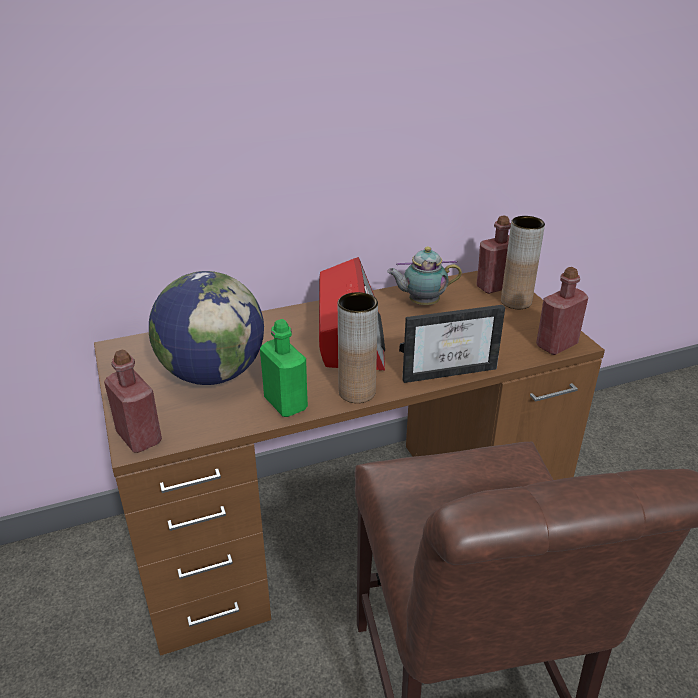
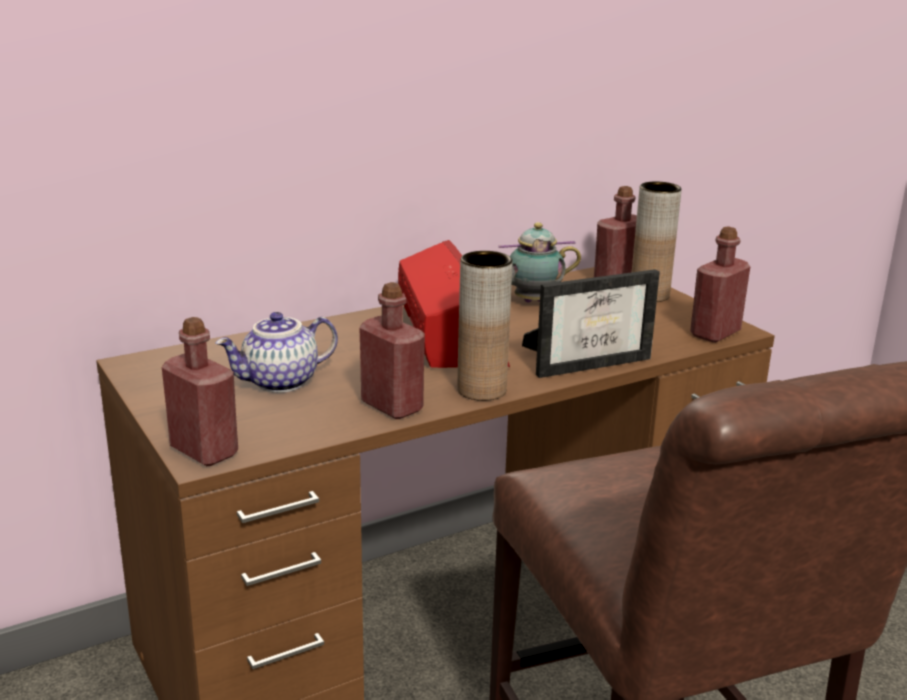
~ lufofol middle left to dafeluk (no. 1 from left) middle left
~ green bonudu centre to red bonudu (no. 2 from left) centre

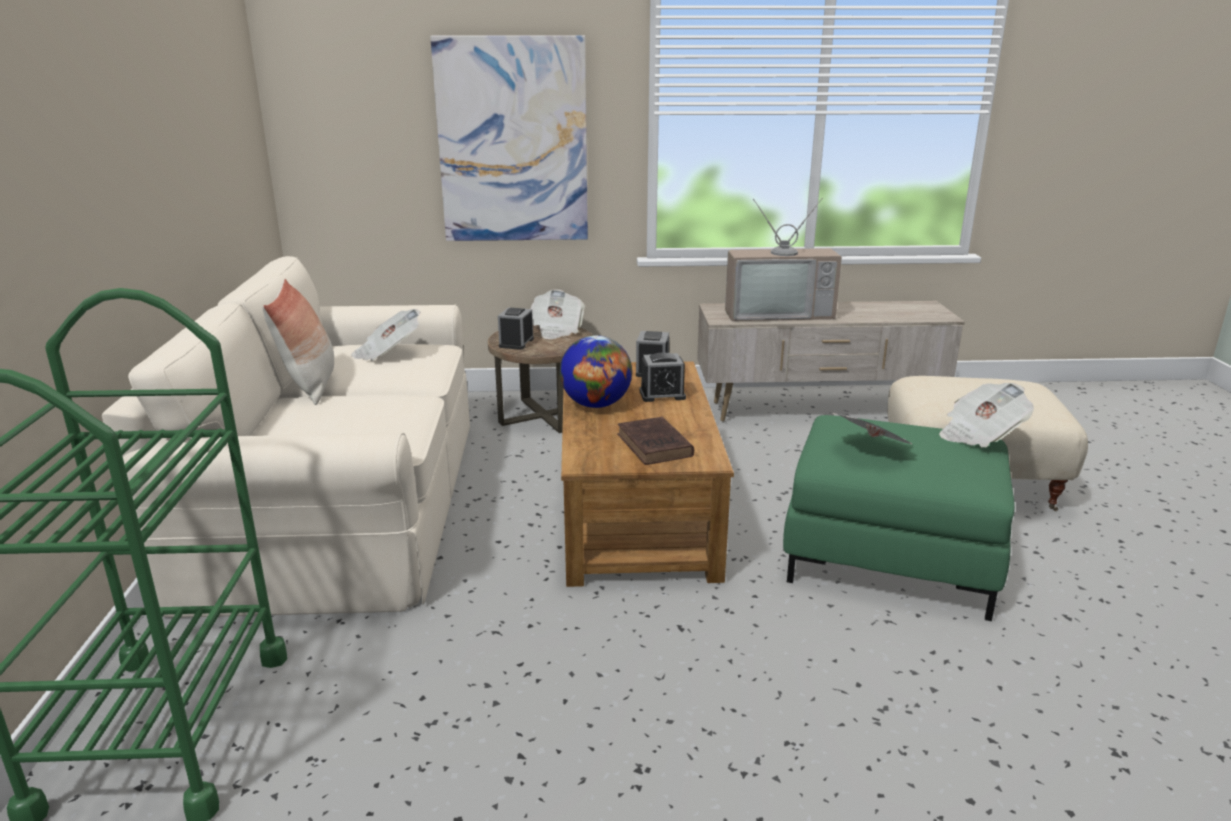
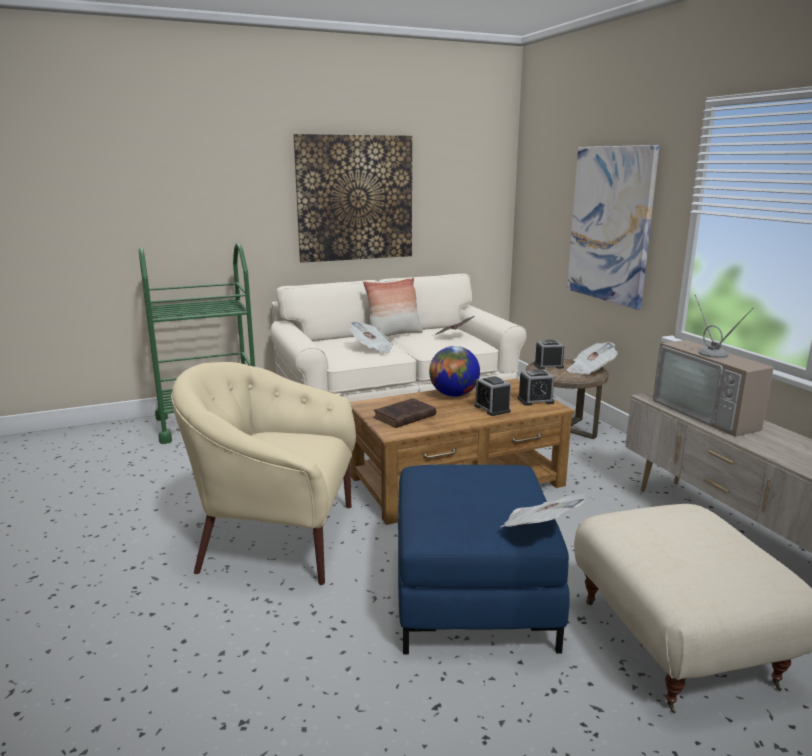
+ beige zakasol middle left
+ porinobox (no. 1 from left) top centre
~ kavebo (no. 3 from left in the first image) middle right to kavebo (no. 1 from left) centre
~ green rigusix middle right to blue rigusix bottom centre

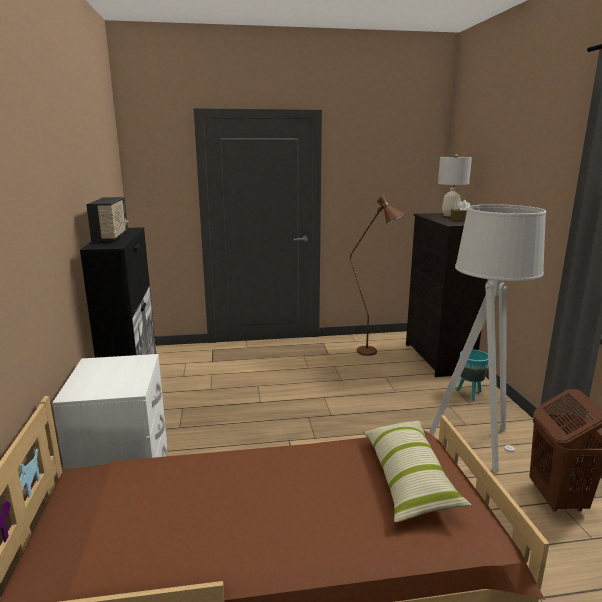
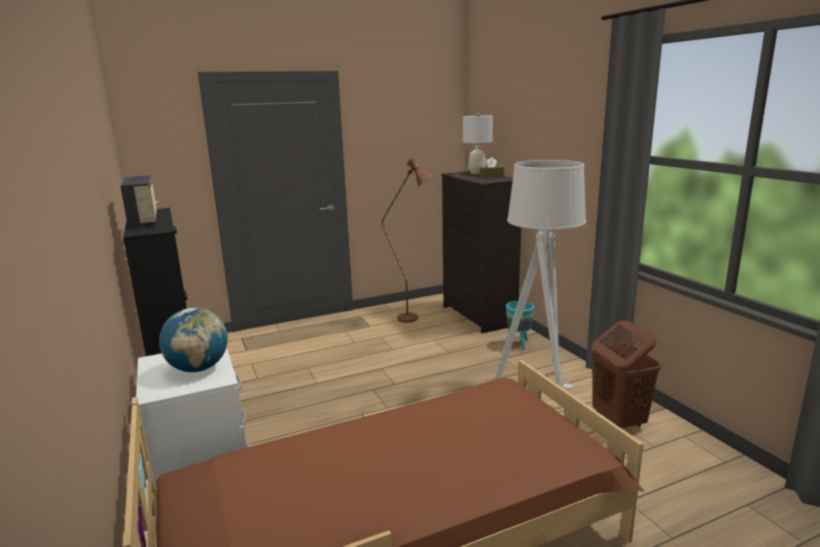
+ lufofol middle left
- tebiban bottom right

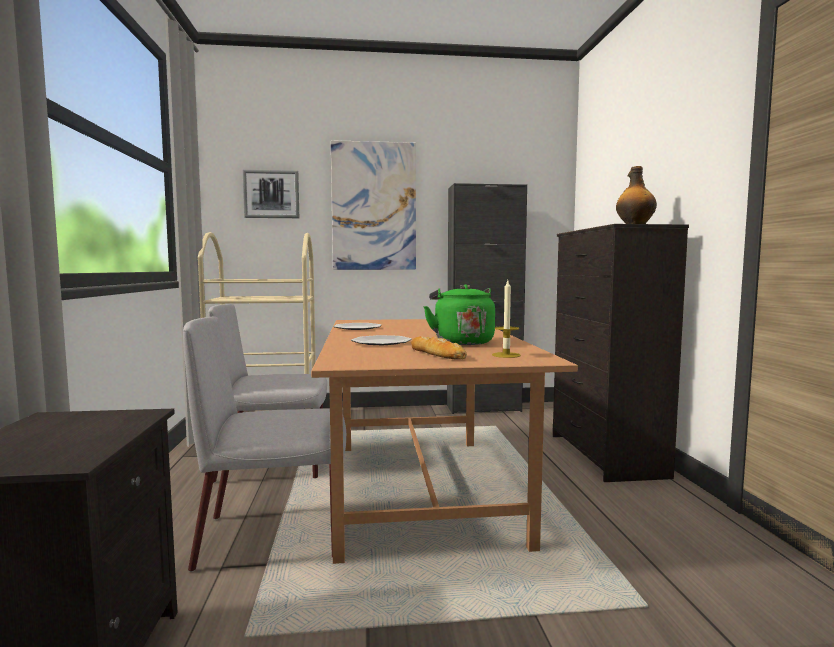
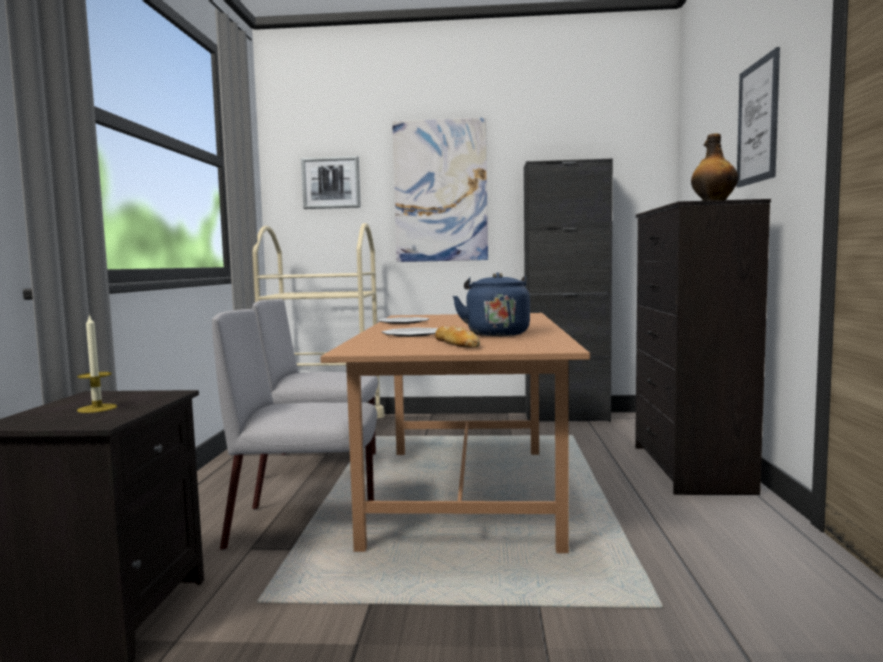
~ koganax centre to middle left
~ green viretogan centre to blue viretogan centre
+ porinobox (no. 3 from left) top right

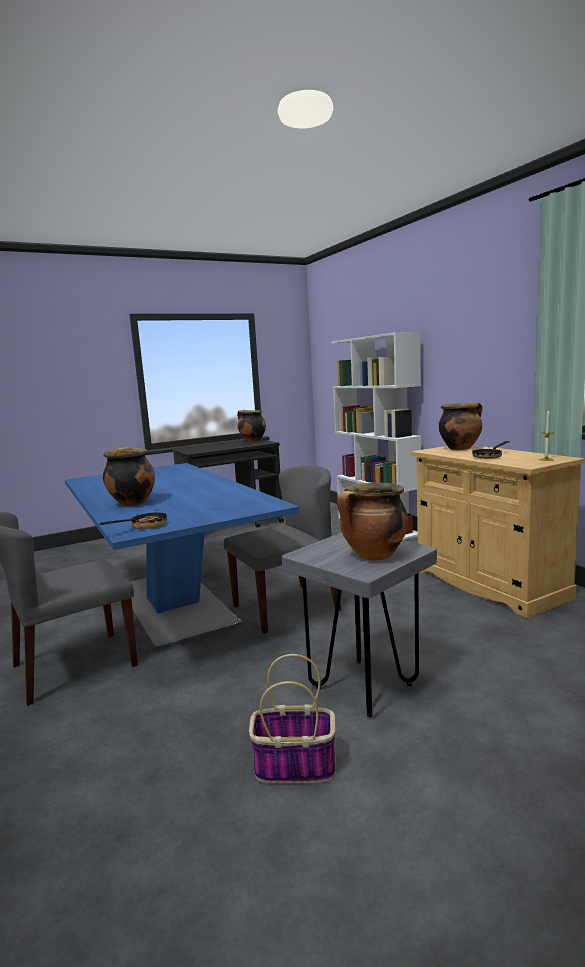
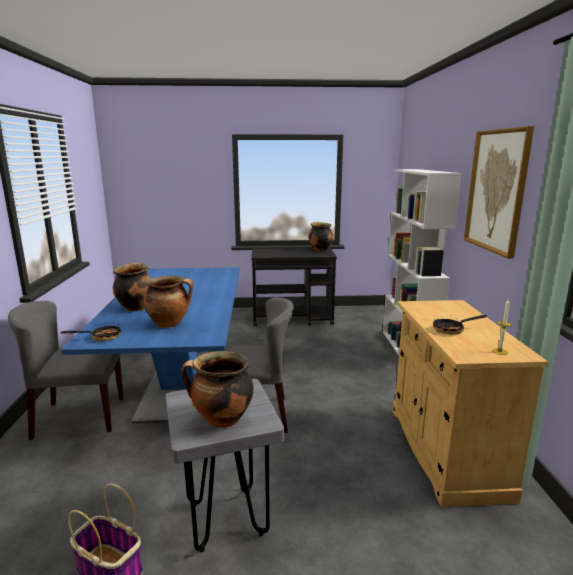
~ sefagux (no. 4 from left in the first image) middle right to sefagux (no. 2 from left) middle left
+ porinobox middle right

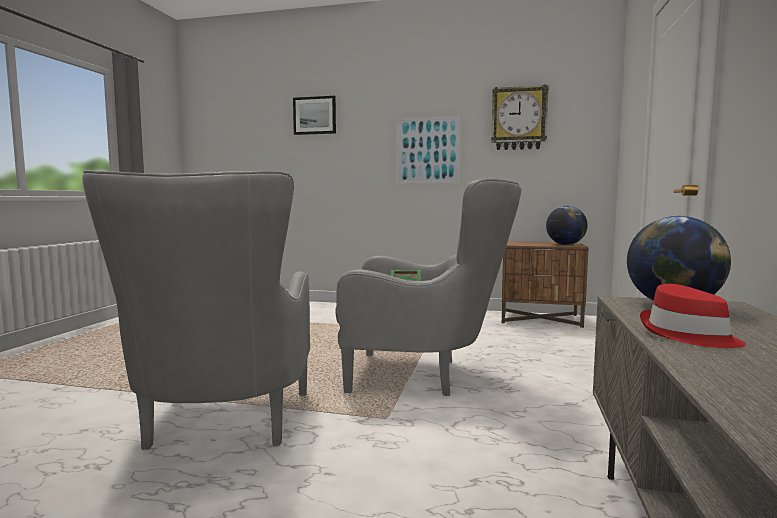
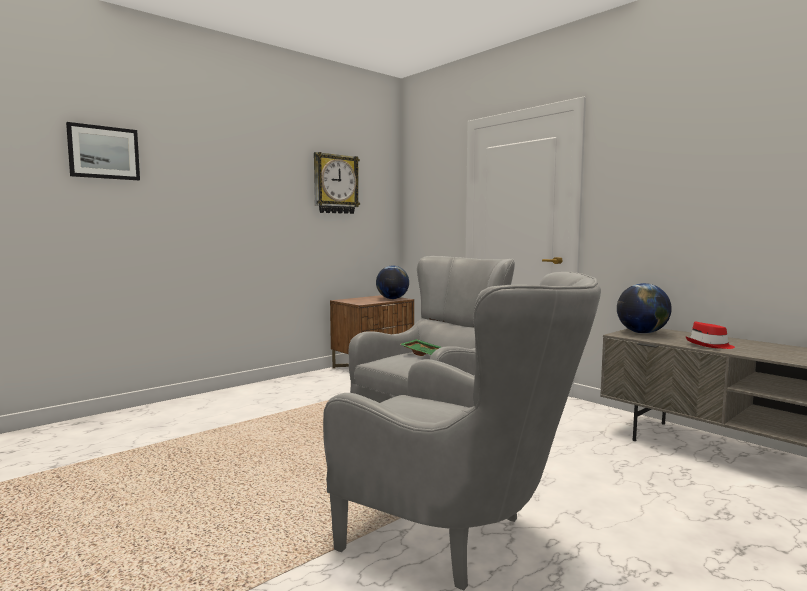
- porinobox (no. 2 from left) top centre

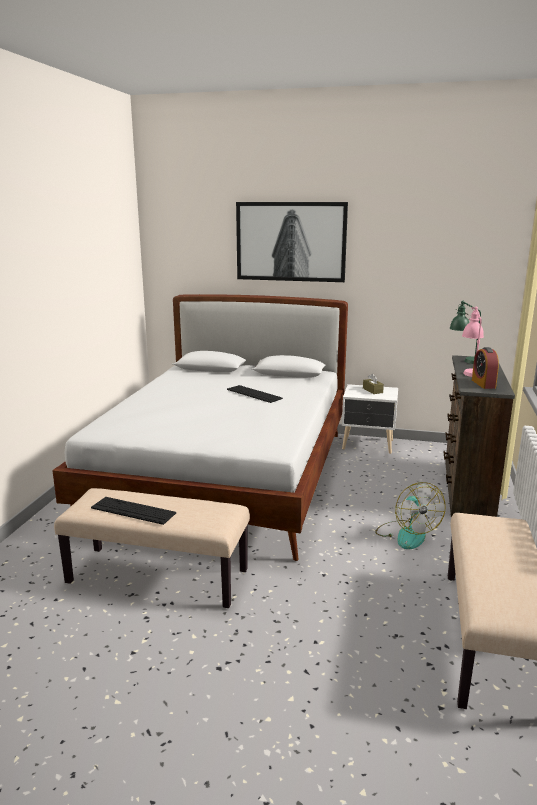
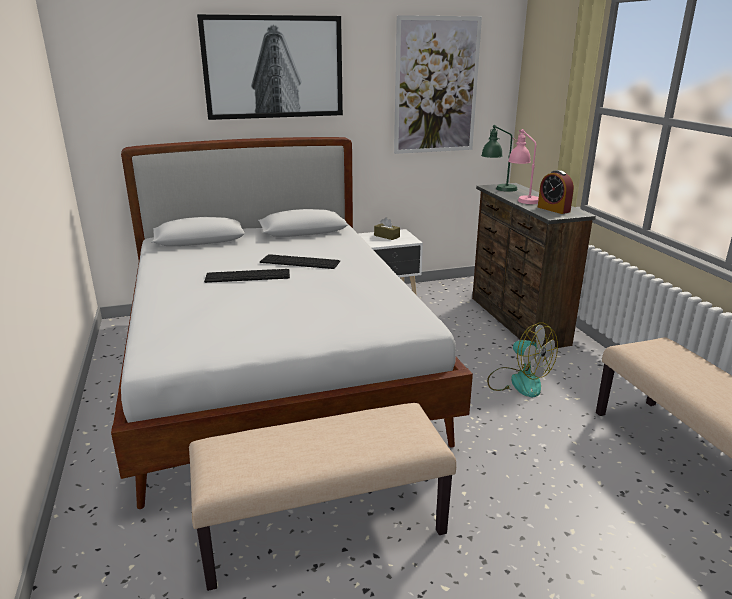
~ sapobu (no. 1 from left) middle left to centre
+ porinobox (no. 2 from left) top centre

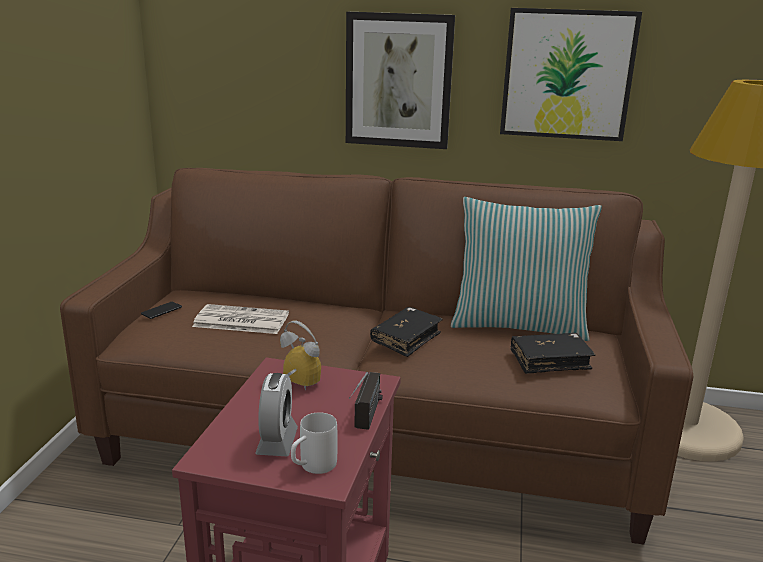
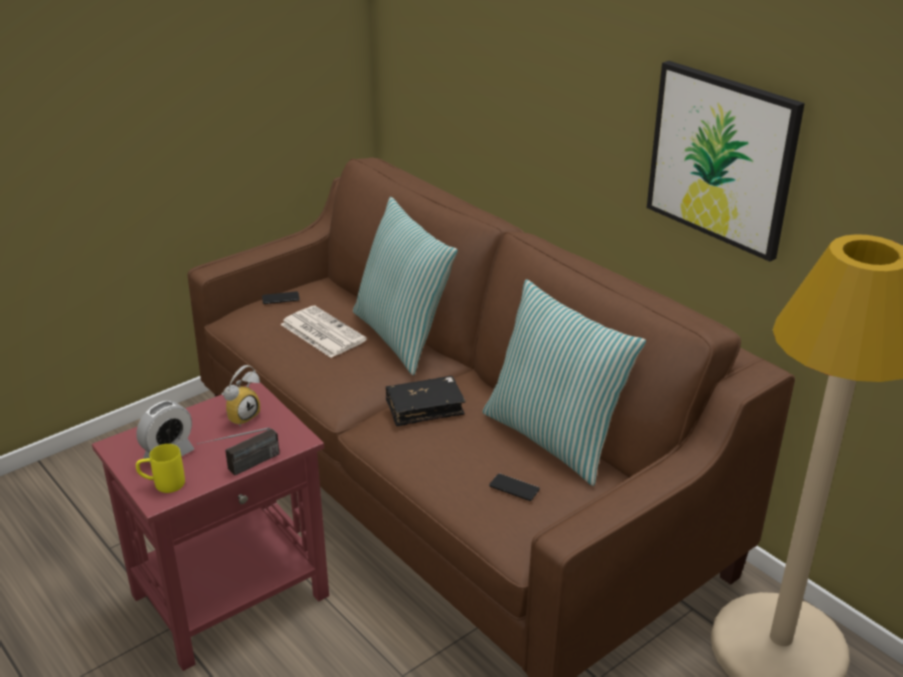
~ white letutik bottom centre to yellow letutik bottom left
~ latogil (no. 2 from left) centre = middle left 60 degrees clockwise
+ tebiban (no. 1 from left) centre
~ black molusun (no. 2 from left) middle right to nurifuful (no. 2 from left) bottom centre
- porinobox (no. 1 from left) top centre

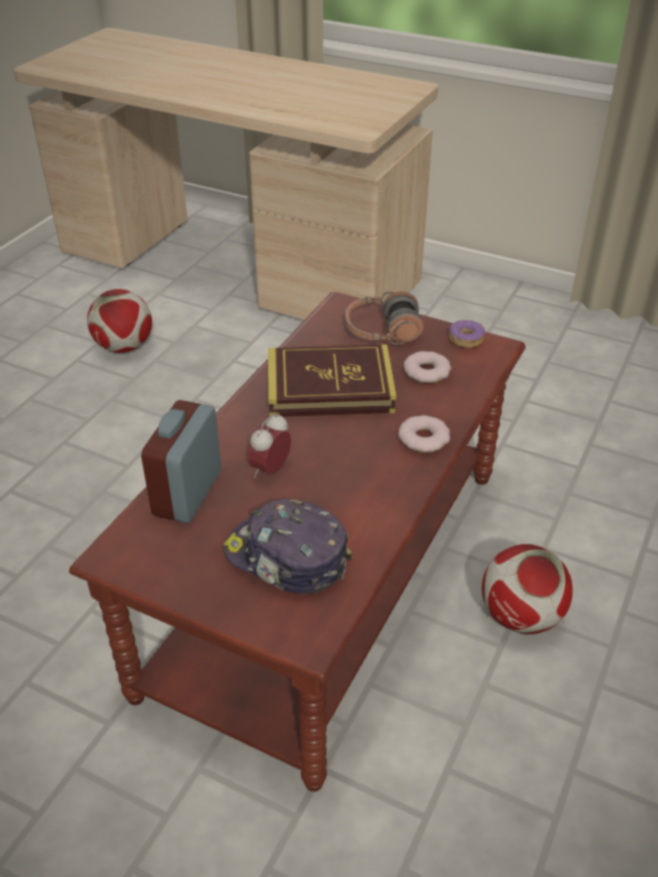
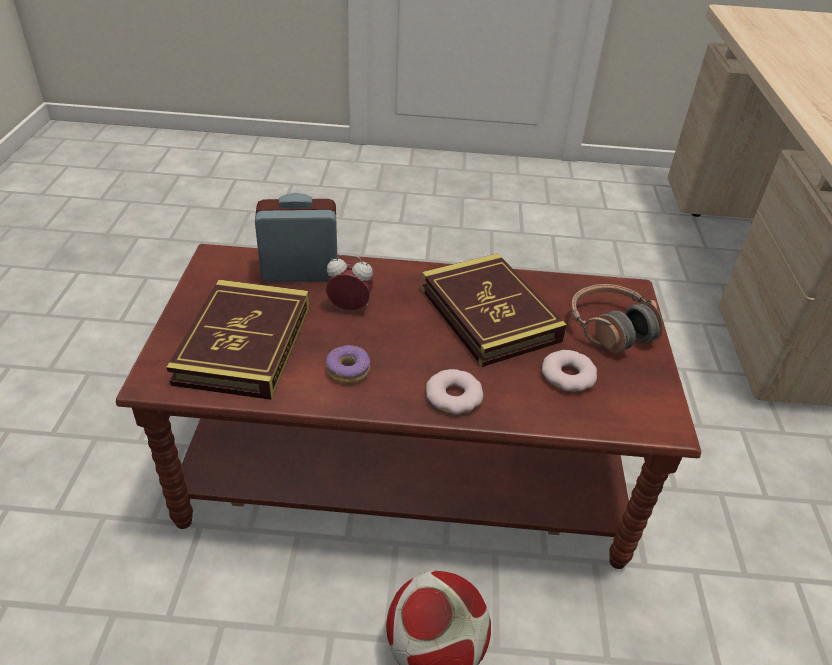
~ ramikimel centre to molusun (no. 1 from left) middle left
~ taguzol (no. 3 from left in the first image) middle right to taguzol (no. 1 from left) centre
- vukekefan (no. 1 from left) middle left

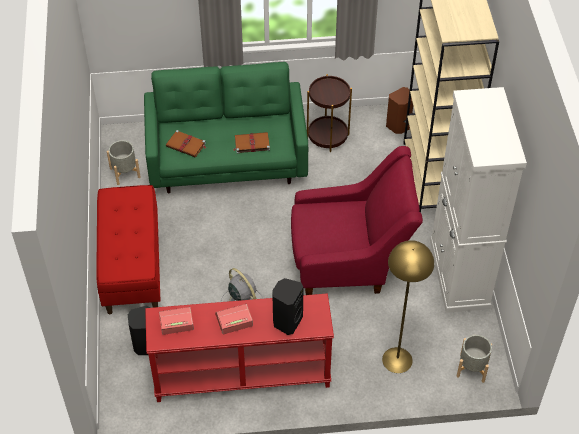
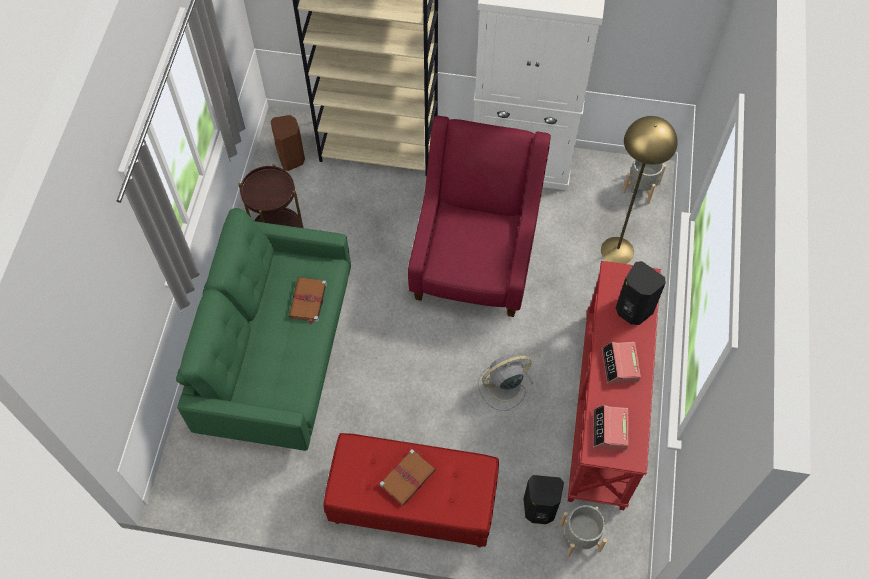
~ brown molusun (no. 1 from left in the first image) top left to brown molusun (no. 2 from left) bottom centre
~ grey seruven (no. 1 from left) middle left to bottom right

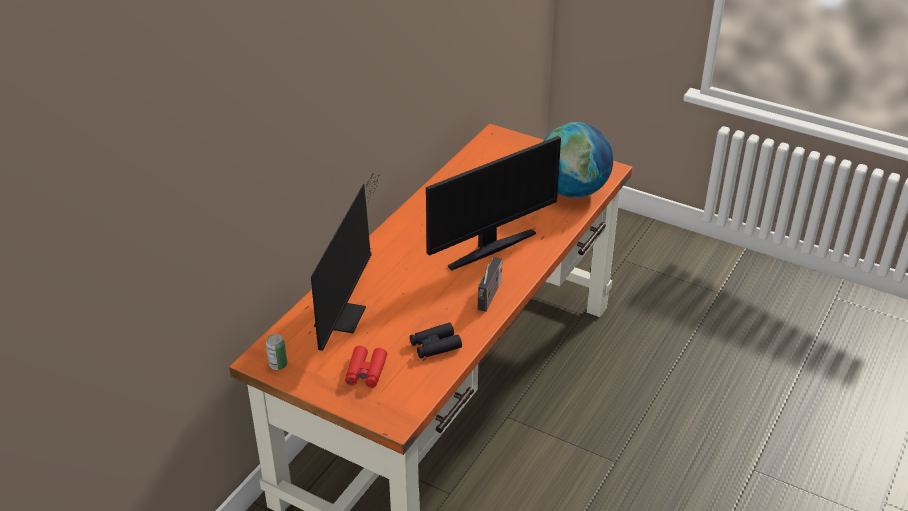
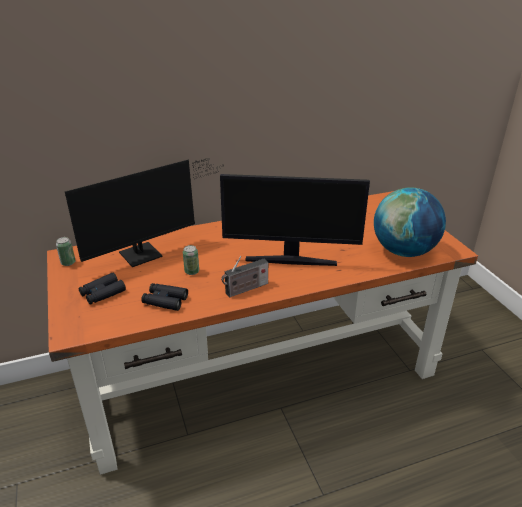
~ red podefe bottom centre to black podefe (no. 1 from left) middle left
+ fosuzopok (no. 2 from left) centre

